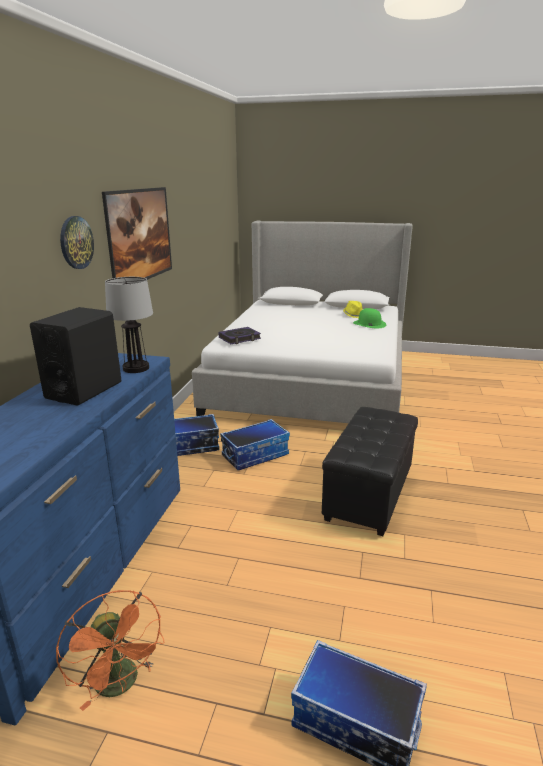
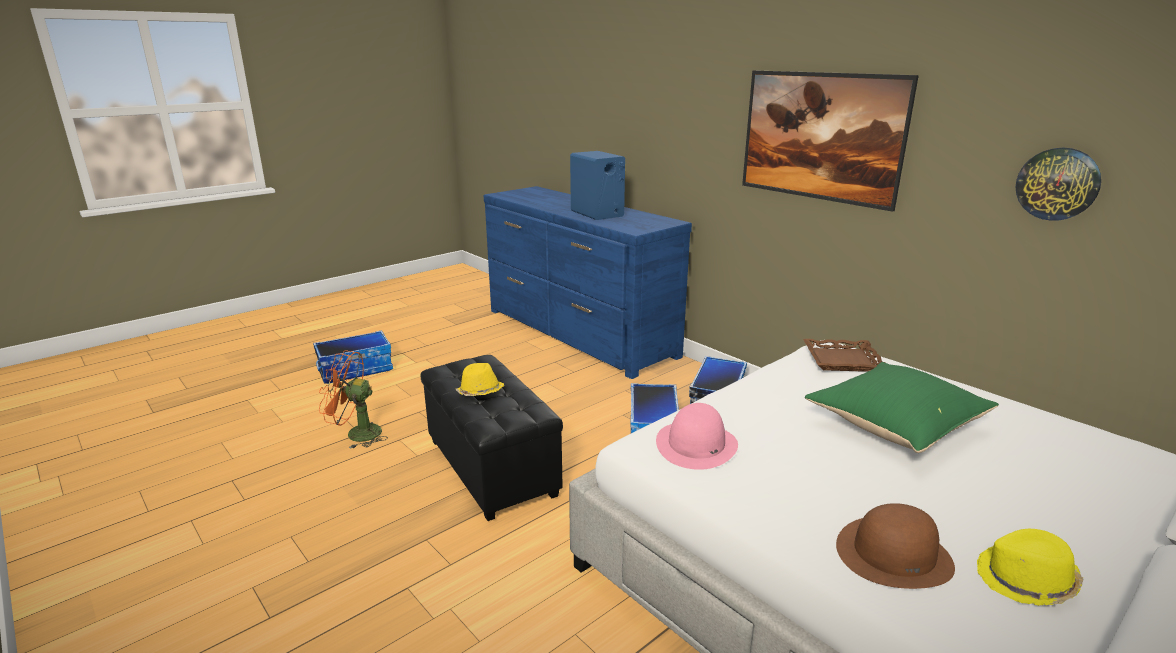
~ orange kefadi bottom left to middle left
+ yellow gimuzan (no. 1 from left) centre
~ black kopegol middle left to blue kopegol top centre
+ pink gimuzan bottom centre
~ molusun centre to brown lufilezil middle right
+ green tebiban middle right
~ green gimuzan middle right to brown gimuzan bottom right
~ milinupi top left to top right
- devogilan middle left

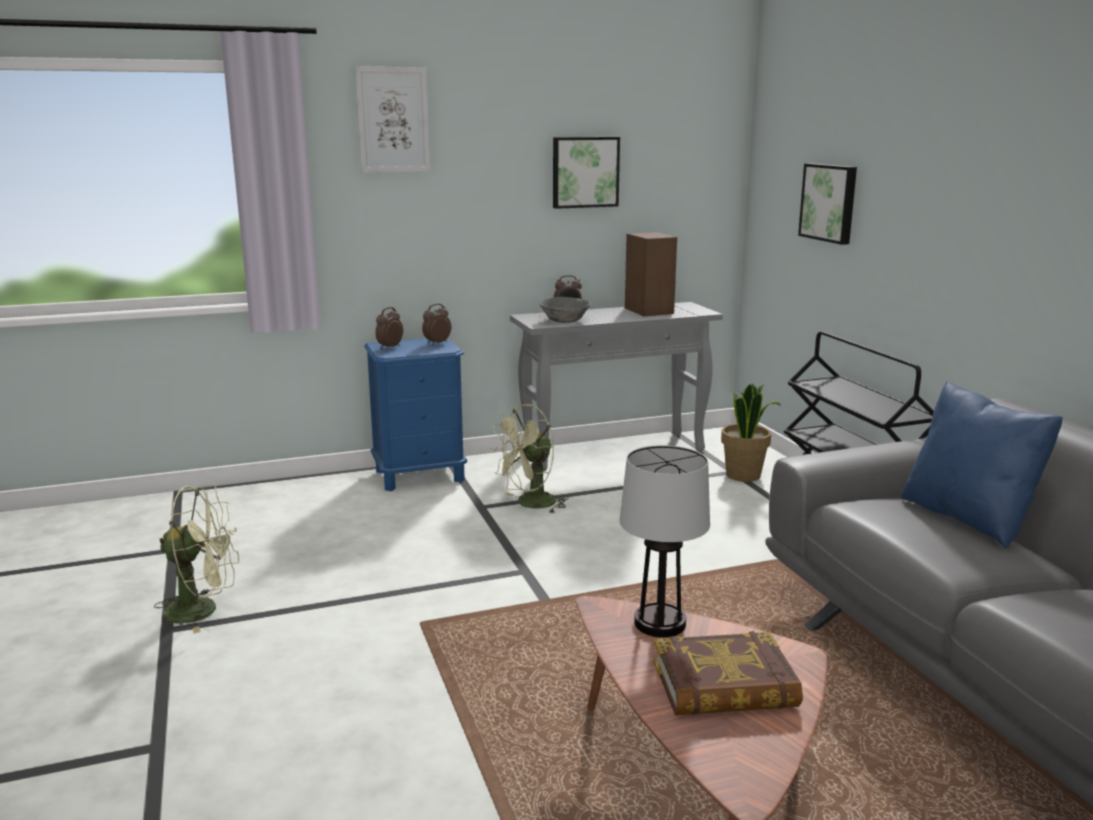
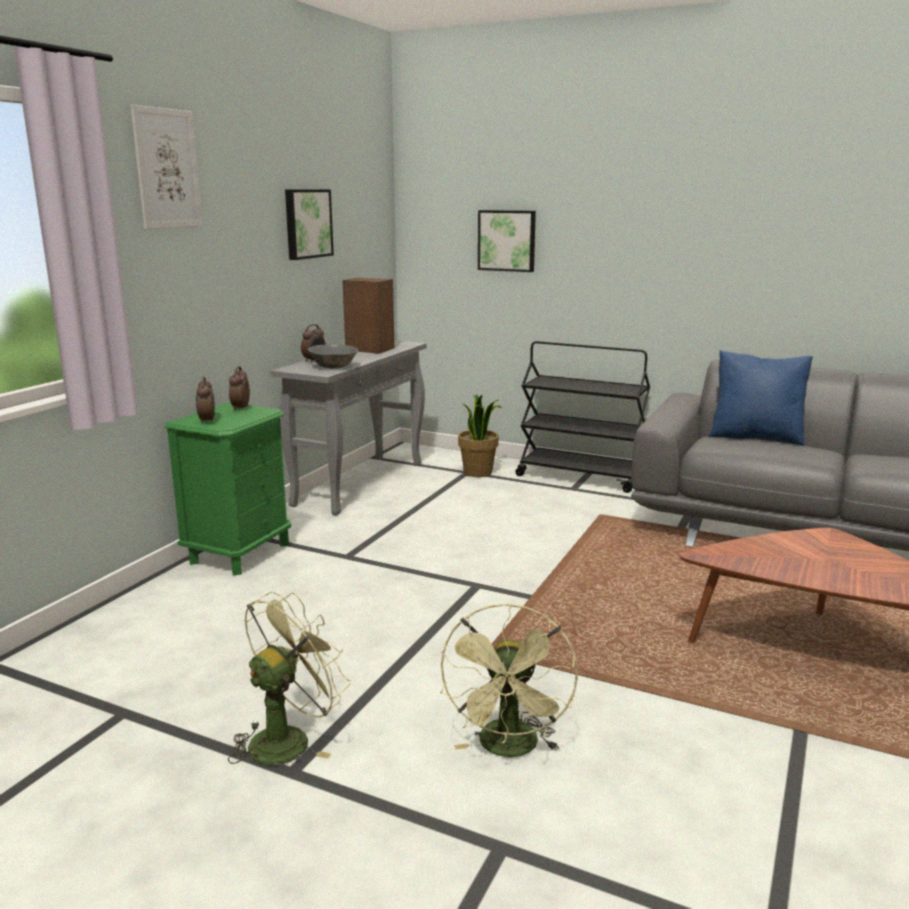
~ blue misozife centre to green misozife middle left
~ green kefadi (no. 2 from left) centre to bottom centre
- devogilan centre
- molusun bottom centre

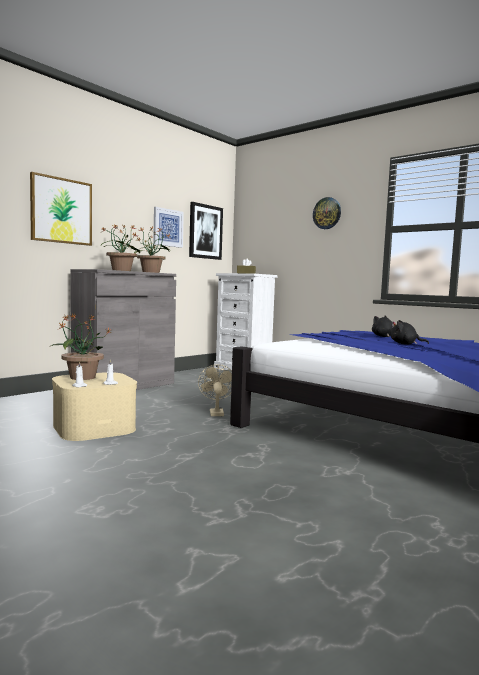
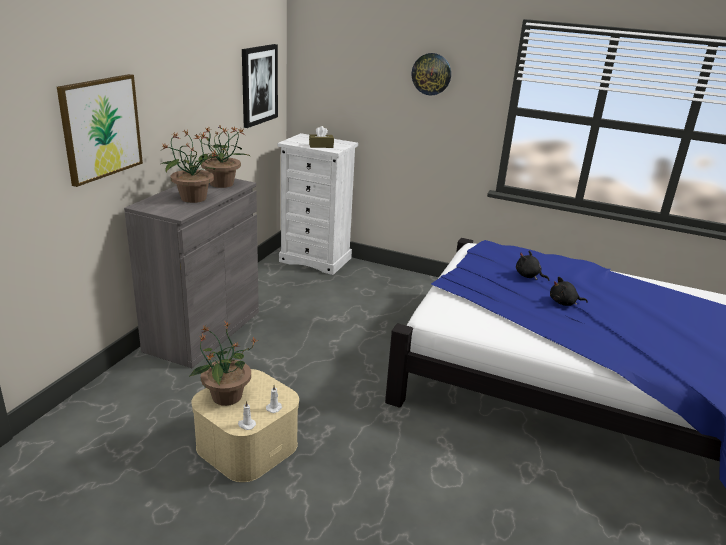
- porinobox (no. 2 from left) centre
- beige kefadi centre

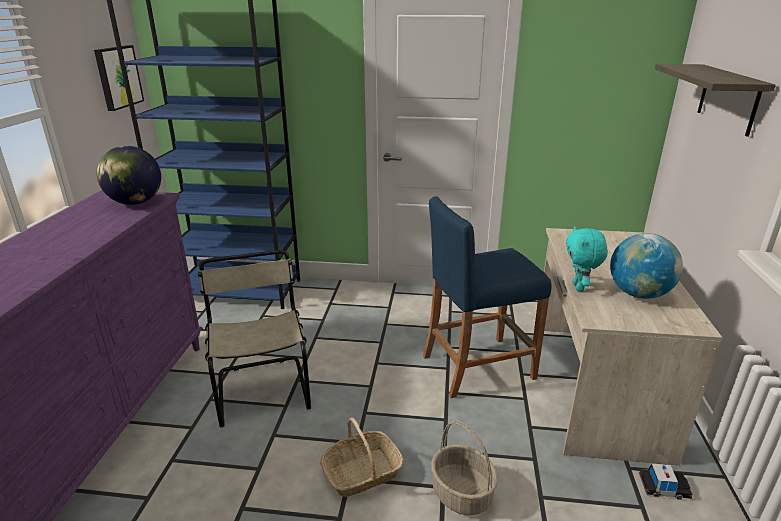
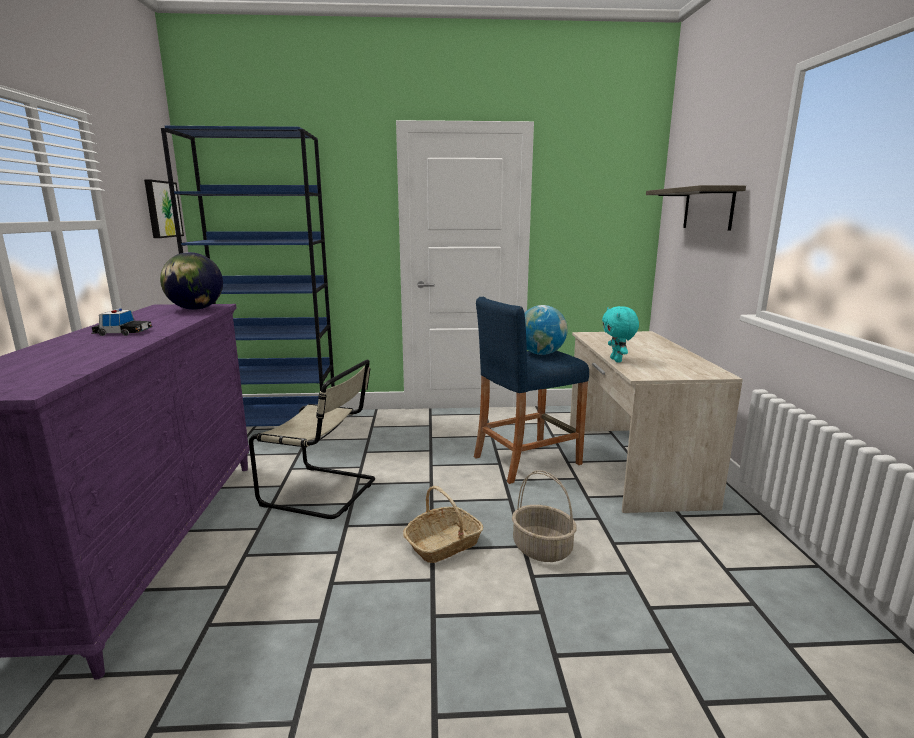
~ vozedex bottom right to middle left
~ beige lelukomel middle left = centre 135 degrees clockwise
~ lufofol (no. 2 from left) middle right to centre

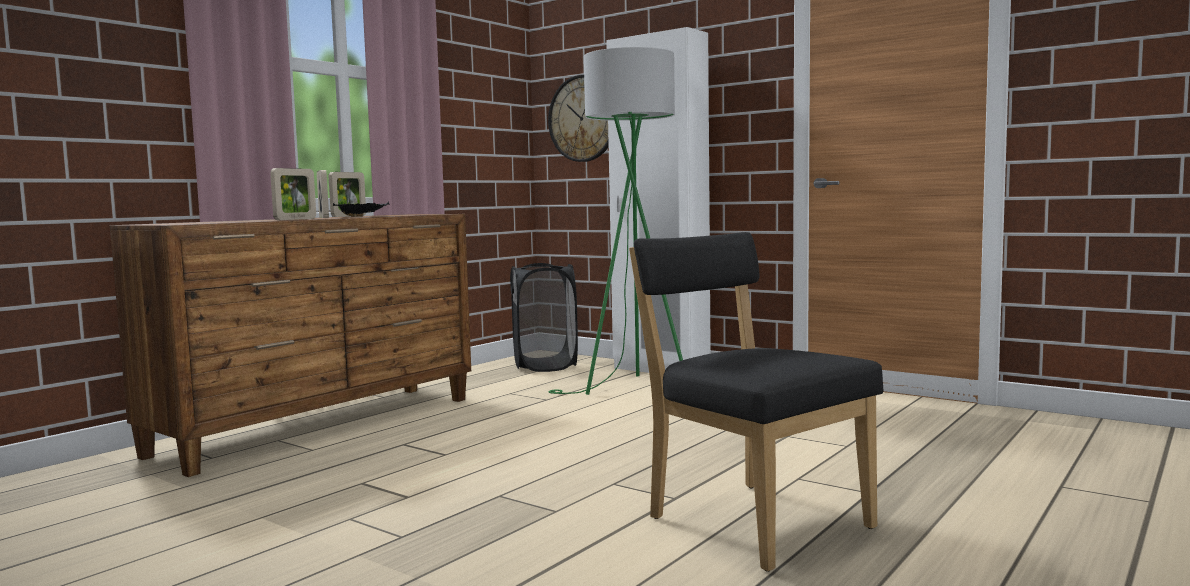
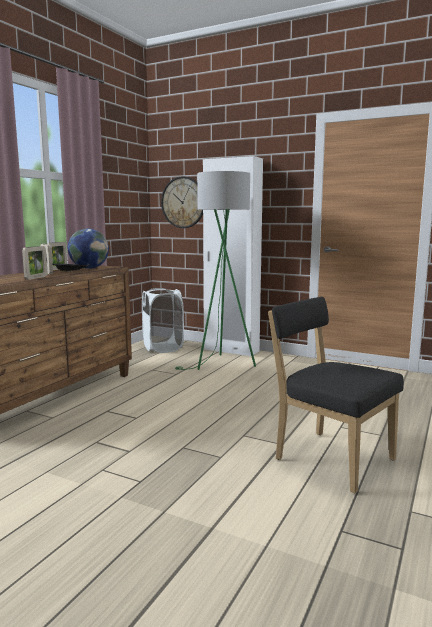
+ lufofol middle left
~ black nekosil centre to white nekosil centre

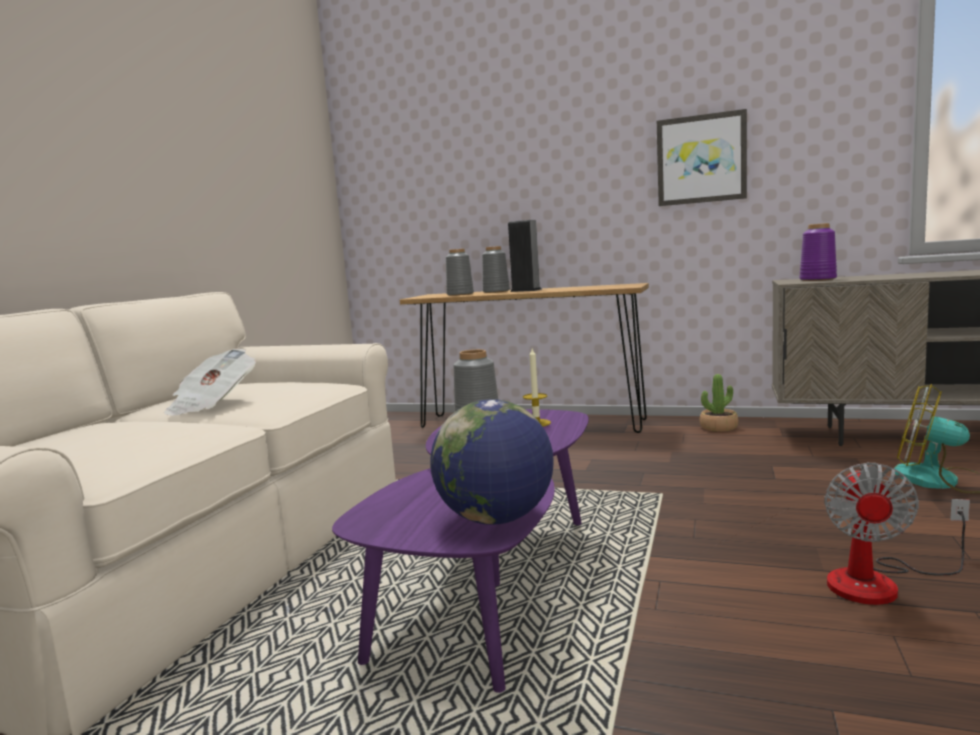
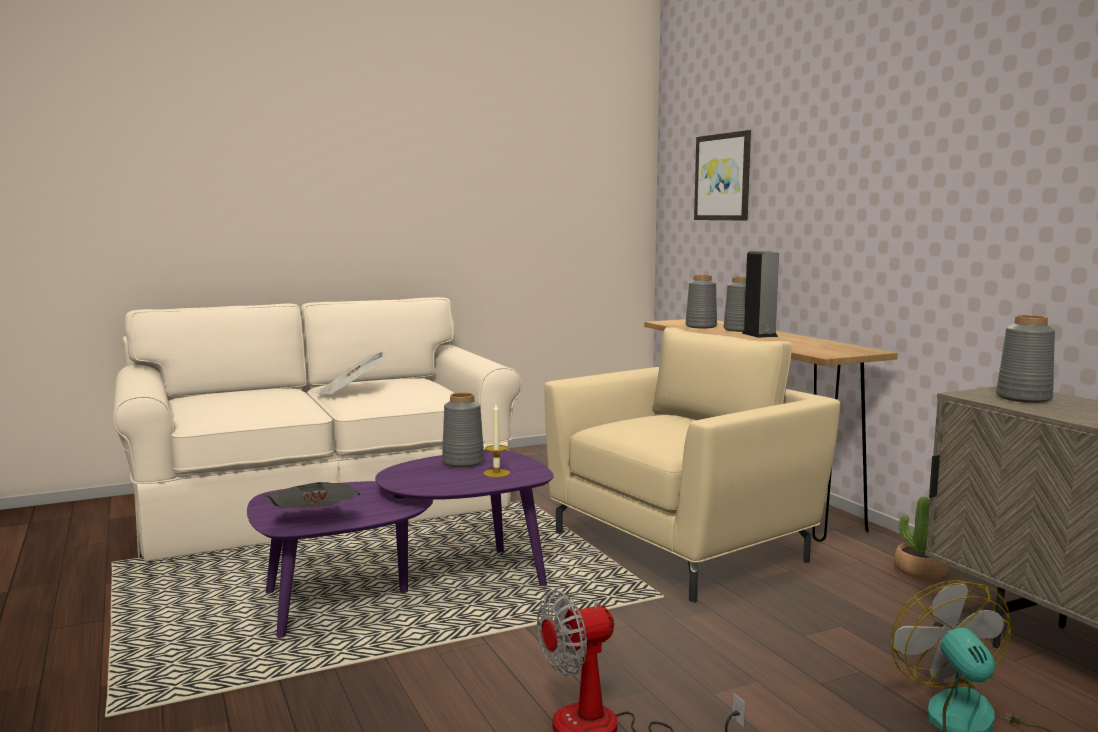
~ lufofol centre to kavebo (no. 1 from left) bottom left
+ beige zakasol centre
~ porinobox top right to top centre
~ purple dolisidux middle right to grey dolisidux (no. 4 from left) middle right

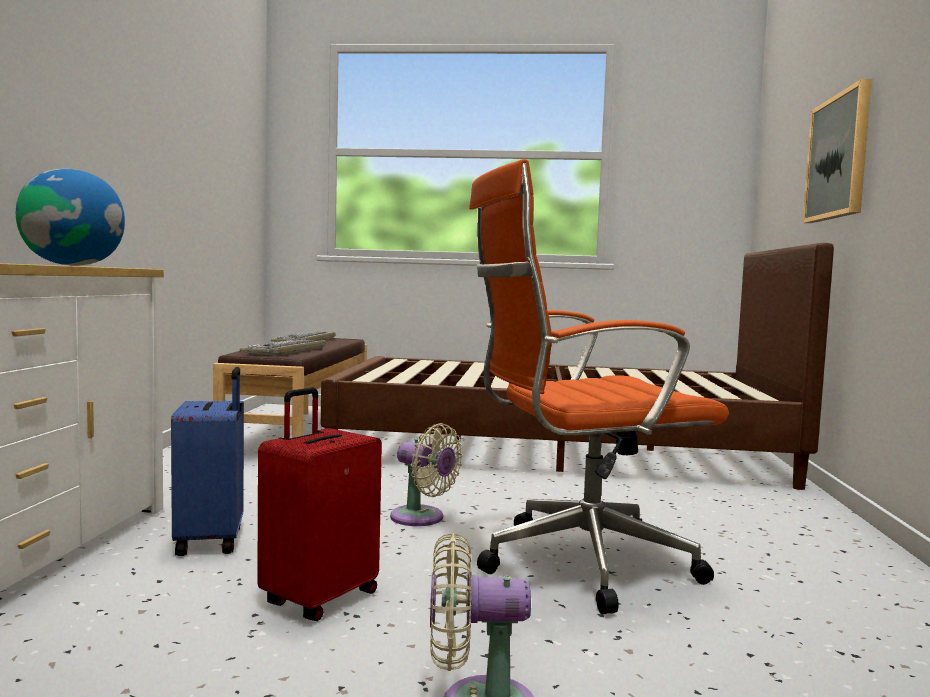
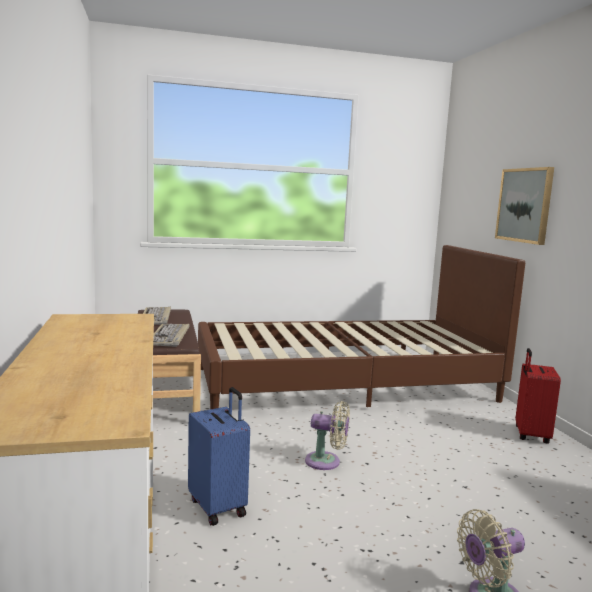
~ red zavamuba bottom centre to bottom right
- lufofol top left
- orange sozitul centre

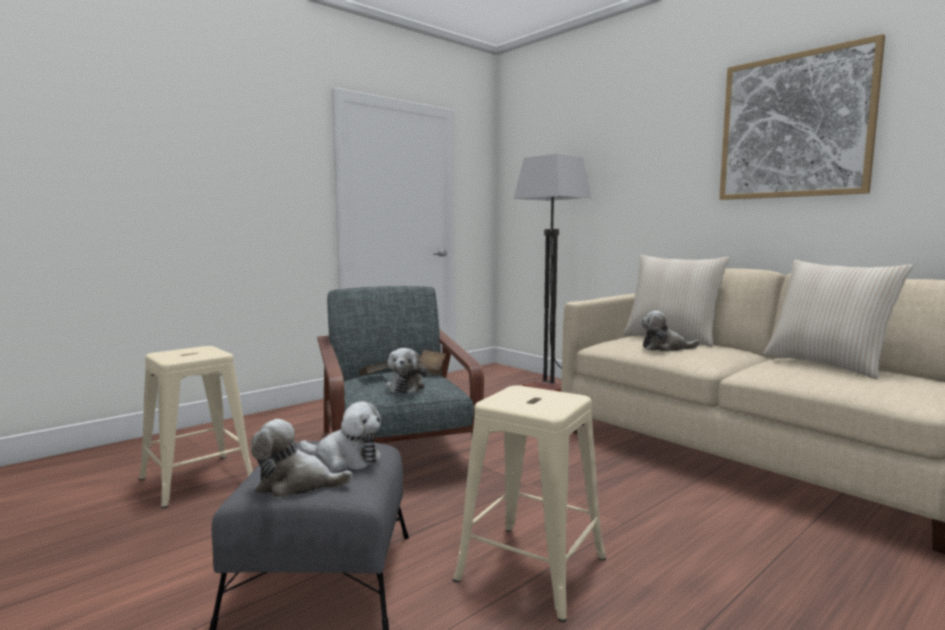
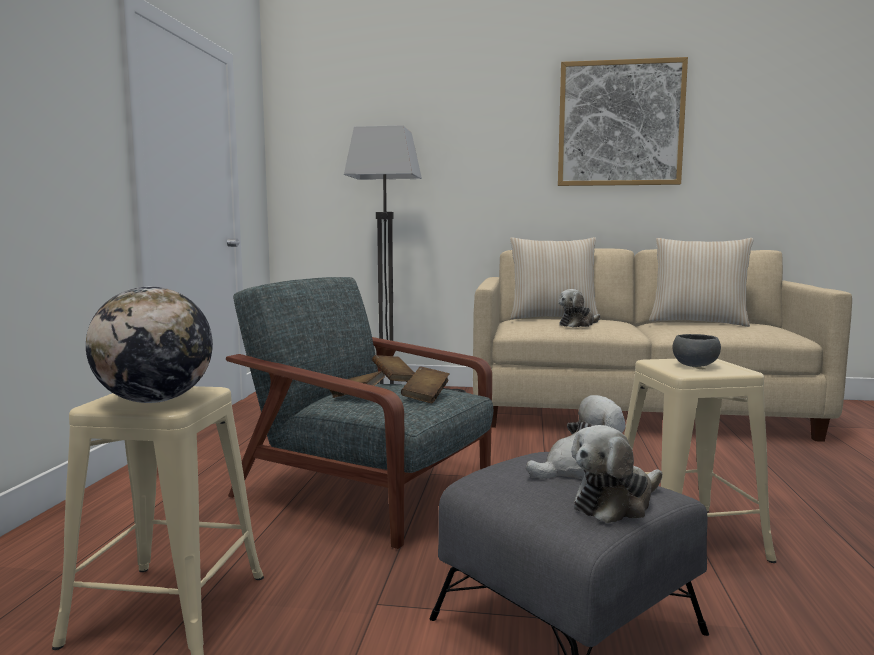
+ lufofol middle left
~ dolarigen (no. 3 from left) centre to brown molusun (no. 3 from left) centre
+ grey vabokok middle right

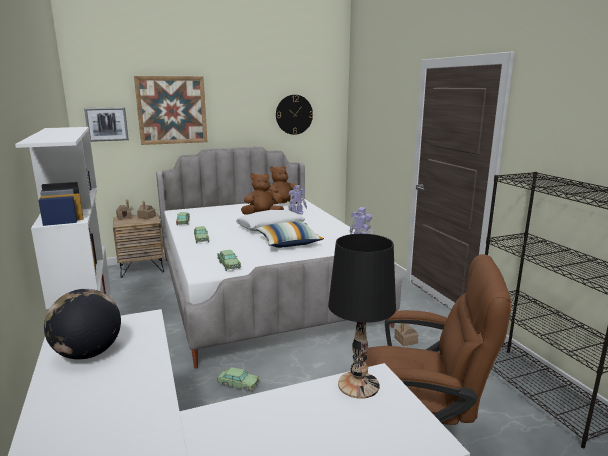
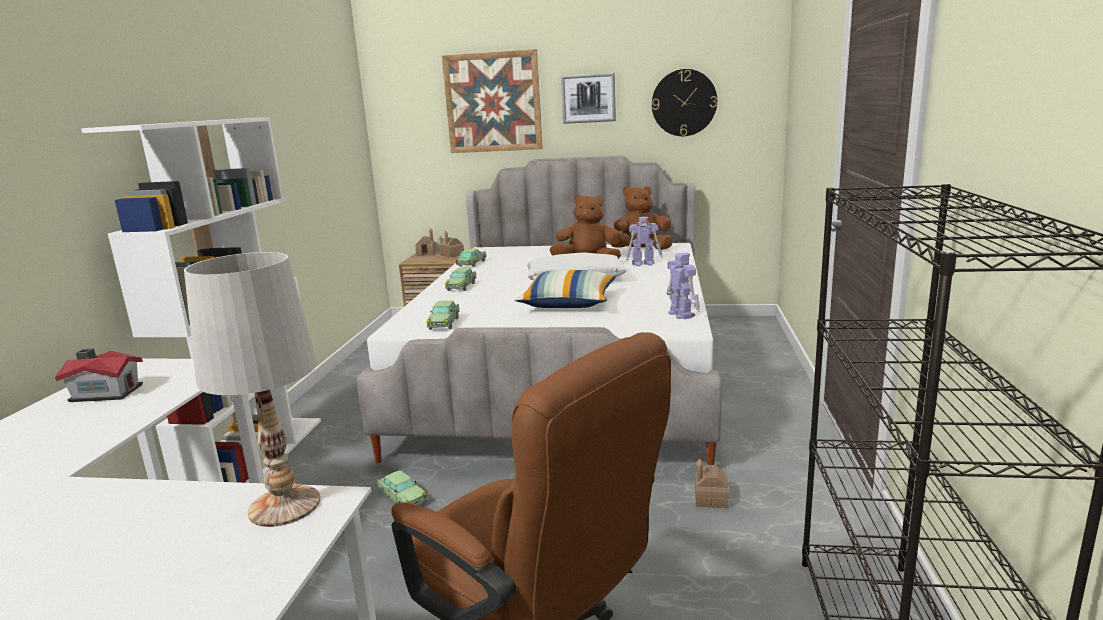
~ lufofol bottom left to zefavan (no. 1 from left) middle left
~ black devogilan bottom centre to white devogilan middle left
~ porinobox (no. 1 from left in the first image) top left to porinobox (no. 2 from left) top centre

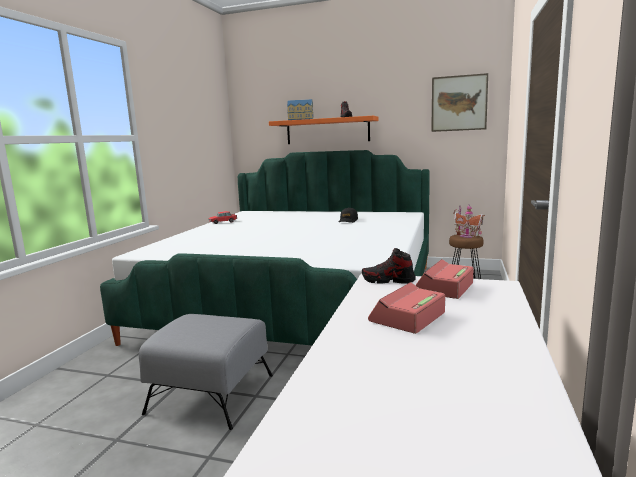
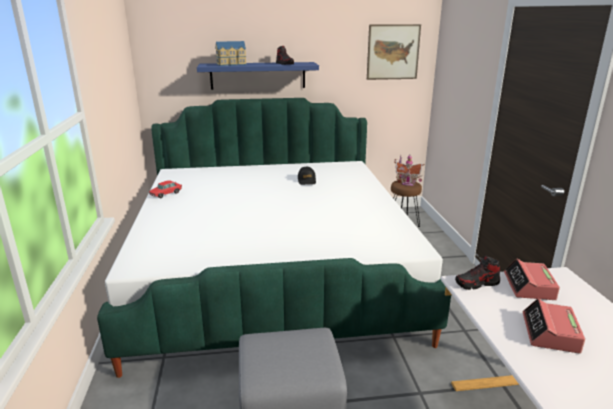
~ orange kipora top centre to blue kipora top centre

